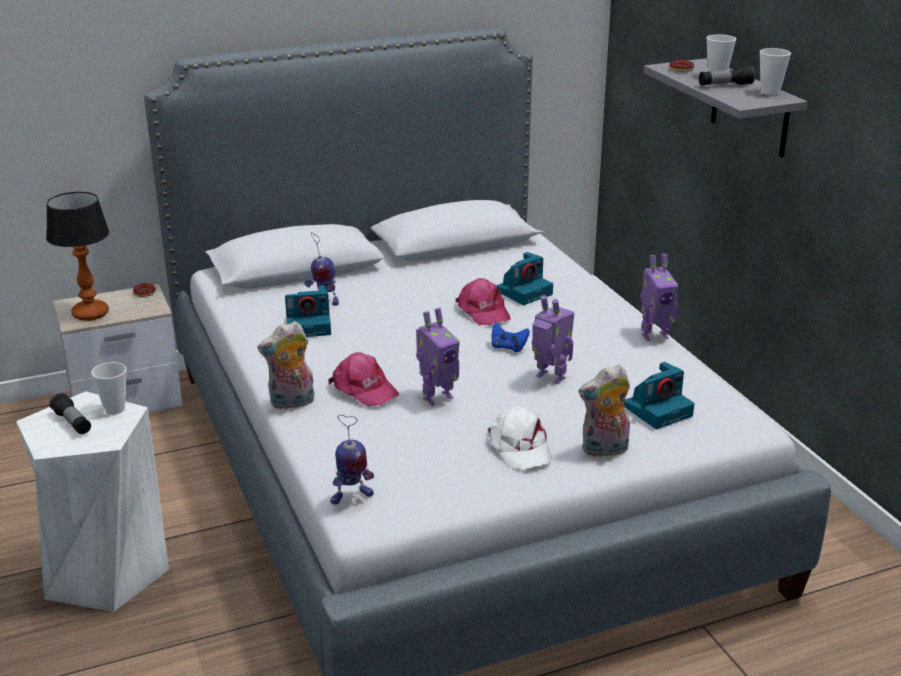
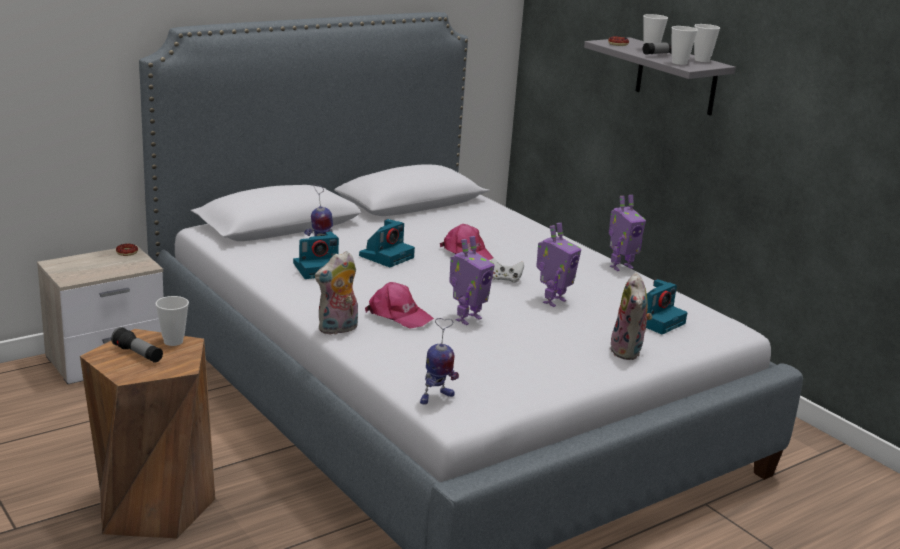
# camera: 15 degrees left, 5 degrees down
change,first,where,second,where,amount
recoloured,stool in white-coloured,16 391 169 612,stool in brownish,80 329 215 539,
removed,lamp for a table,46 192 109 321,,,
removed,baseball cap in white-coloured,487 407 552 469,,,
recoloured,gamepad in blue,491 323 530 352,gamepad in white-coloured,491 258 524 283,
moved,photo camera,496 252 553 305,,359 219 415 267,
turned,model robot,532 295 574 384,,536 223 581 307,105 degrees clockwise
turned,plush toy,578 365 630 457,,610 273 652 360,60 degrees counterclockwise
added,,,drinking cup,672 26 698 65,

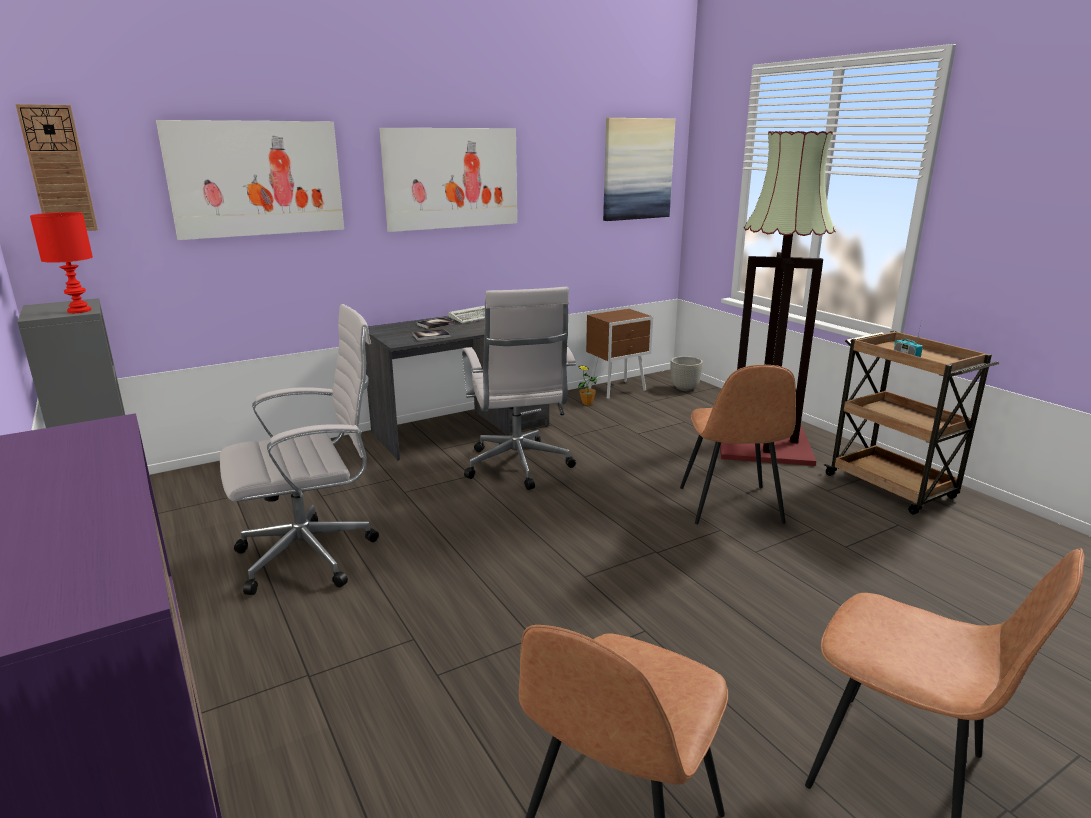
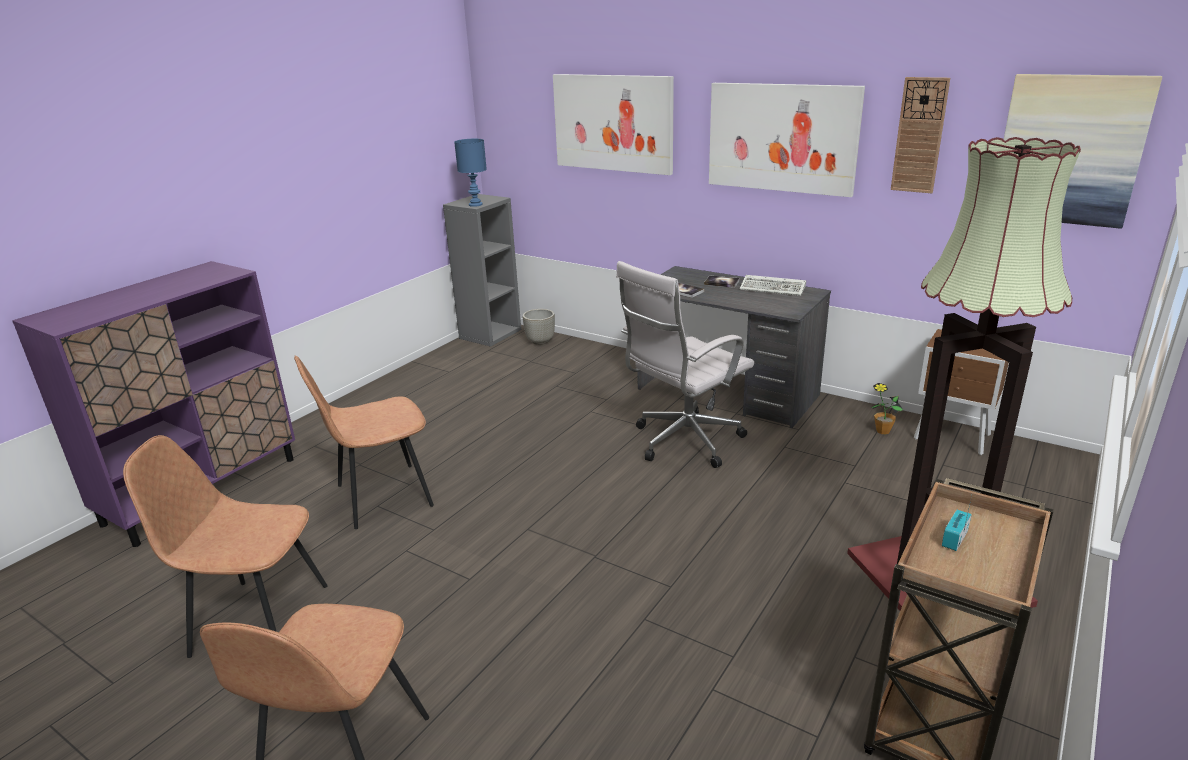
# camera: 65 degrees right, 5 degrees up
change,first,where,second,where,amount
moved,clock on the wall,15 104 98 231,,891 77 950 193,
recoloured,lamp for a table in red-coloured,30 212 93 313,lamp for a table in blue,454 139 487 207,
removed,computer chair in white-coloured,220 304 379 595,,,
moved,plant pot in gray,670 356 703 391,,523 309 555 345,
moved,upright chair in brownish,680 365 796 524,,294 355 434 529,

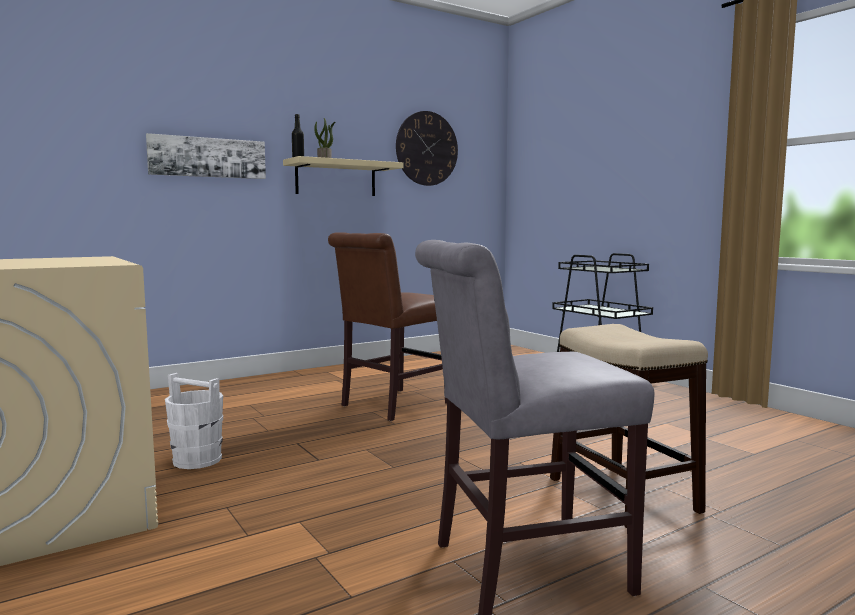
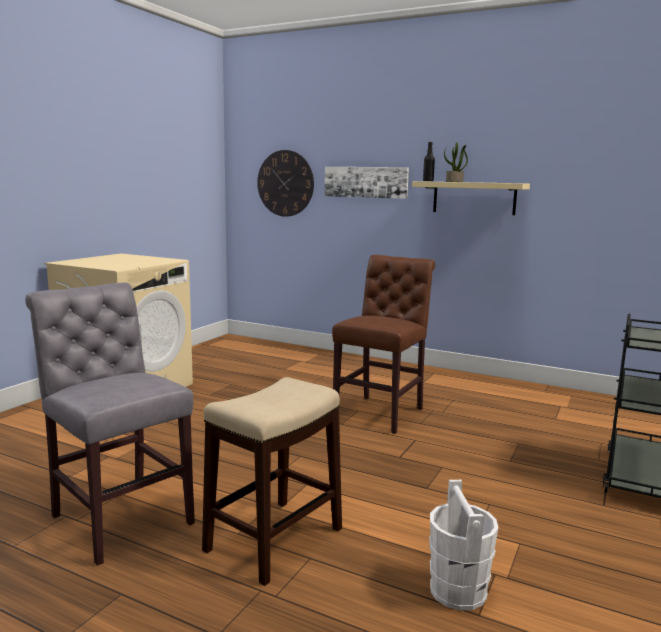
# camera: 60 degrees right, 5 degrees up
change,first,where,second,where,amount
moved,pail in white-coloured,165 373 223 469,,429 480 498 611,
turned,upright chair in brownish,328 232 447 421,,332 255 435 434,105 degrees clockwise
moved,clock on the wall,396 111 458 186,,257 150 314 217,

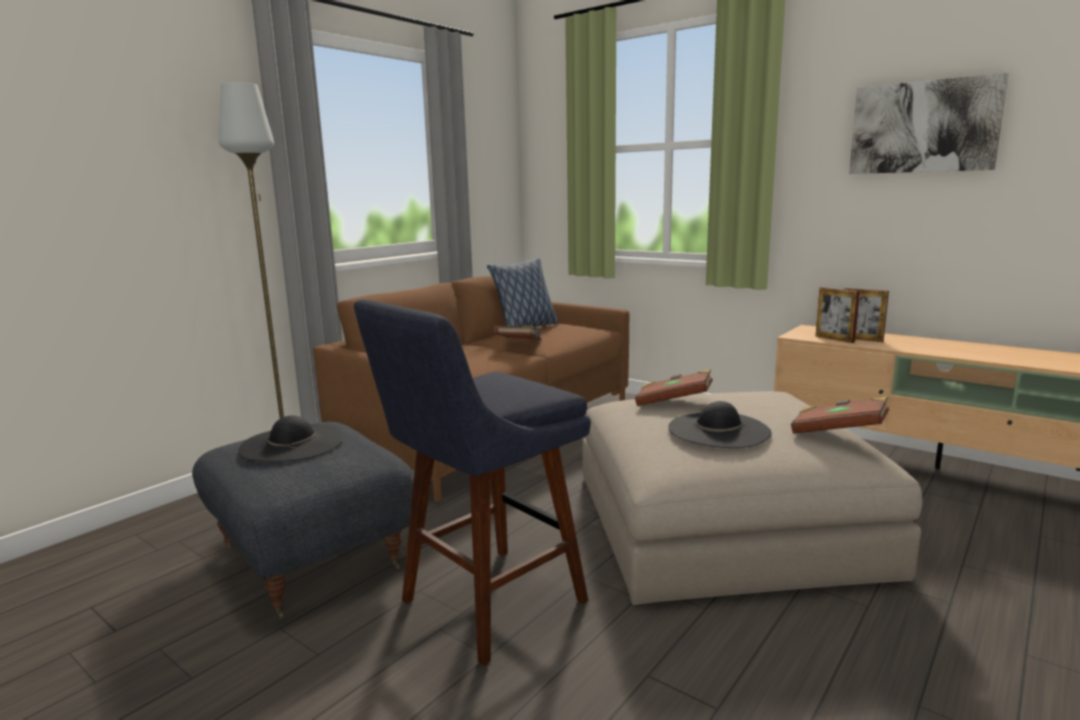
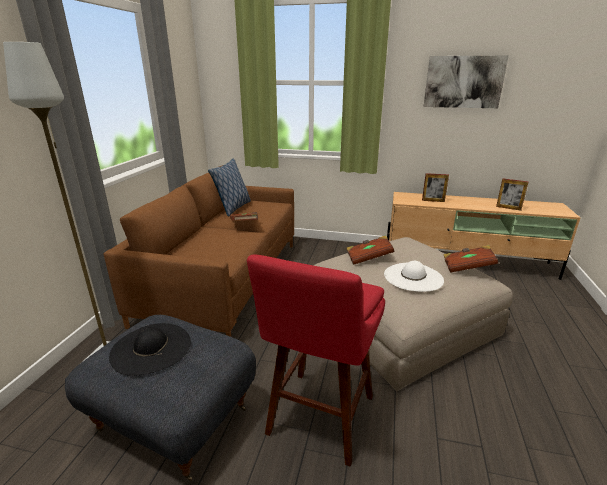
# camera: 25 degrees left, 10 degrees up
change,first,where,second,where,amount
recoloured,stool in blue,354 299 591 666,stool in red-coloured,247 255 385 467,
recoloured,hat in black-coloured,668 401 772 448,hat in white-coloured,384 261 444 292,
moved,standing frame,816 287 860 343,,496 179 528 211,

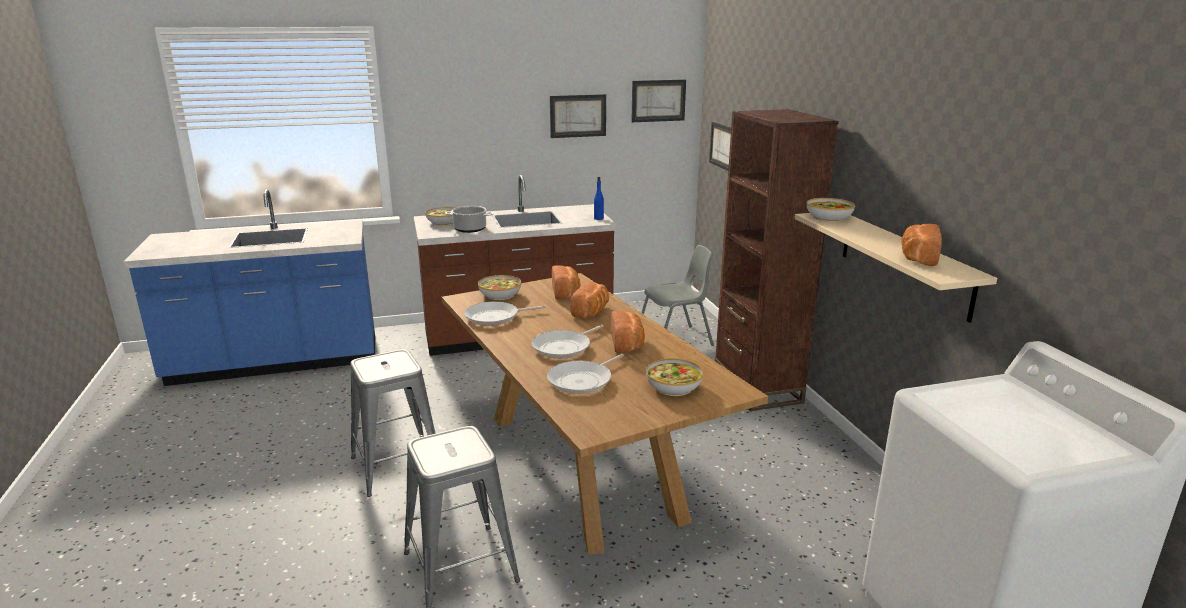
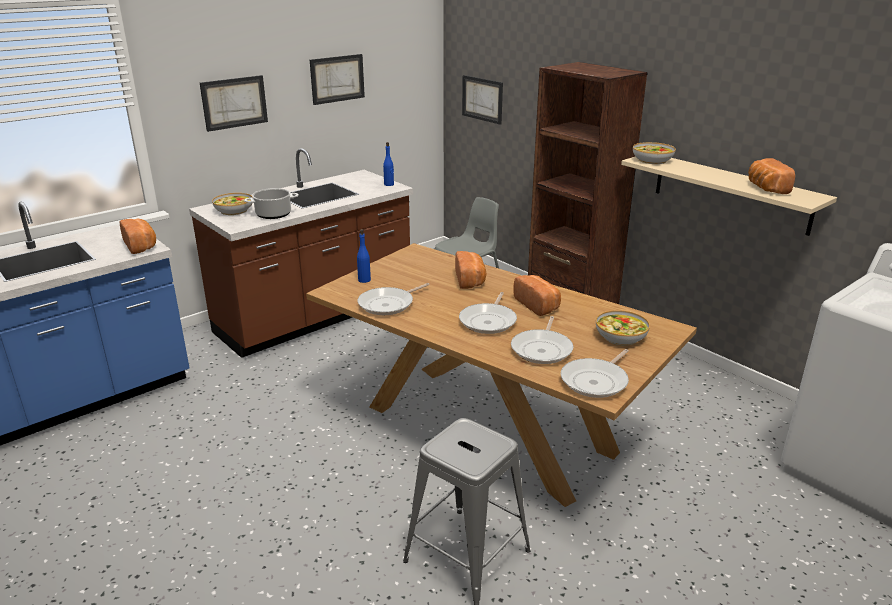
# camera: 25 degrees left, 5 degrees up
change,first,where,second,where,amount
removed,stool in gray,350 349 436 497,,,
replaced,serving bowl,478 275 521 300,beverage bottle in blue,357 229 371 283,
moved,bakery bread,552 265 581 299,,120 218 156 254,
moved,picture,632 80 686 122,,200 75 268 132,
added,,,pan,561 349 629 398,

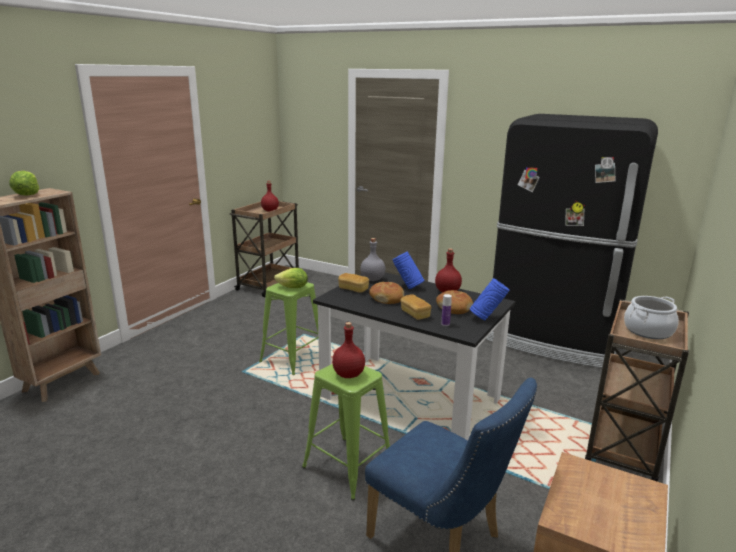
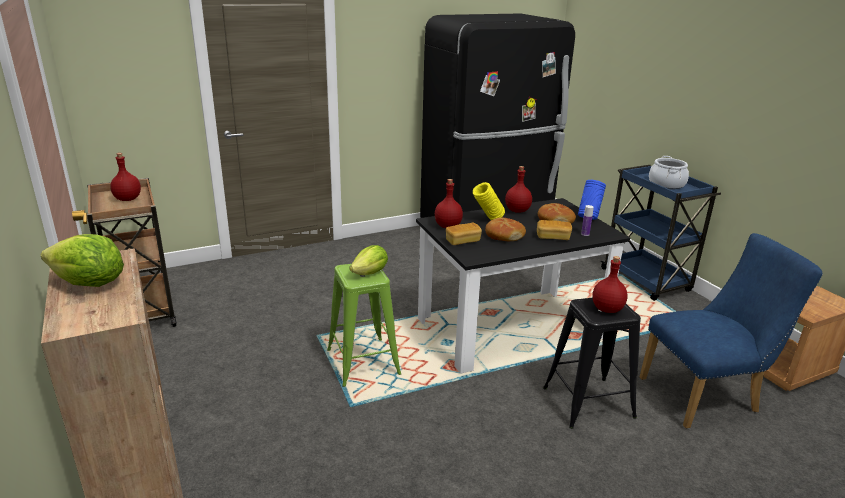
# camera: 55 degrees left, 5 degrees up
change,first,where,second,where,amount
recoloured,stool in greenish,302 364 390 500,stool in black-coloured,543 298 641 429,
recoloured,beverage bottle in gray,360 238 385 281,beverage bottle in red-coloured,435 179 463 228,
recoloured,decorative vase in blue,392 251 424 289,decorative vase in yellowish,473 182 505 220,
recoloured,cart in brownish,585 299 689 482,cart in blue,600 165 721 301,

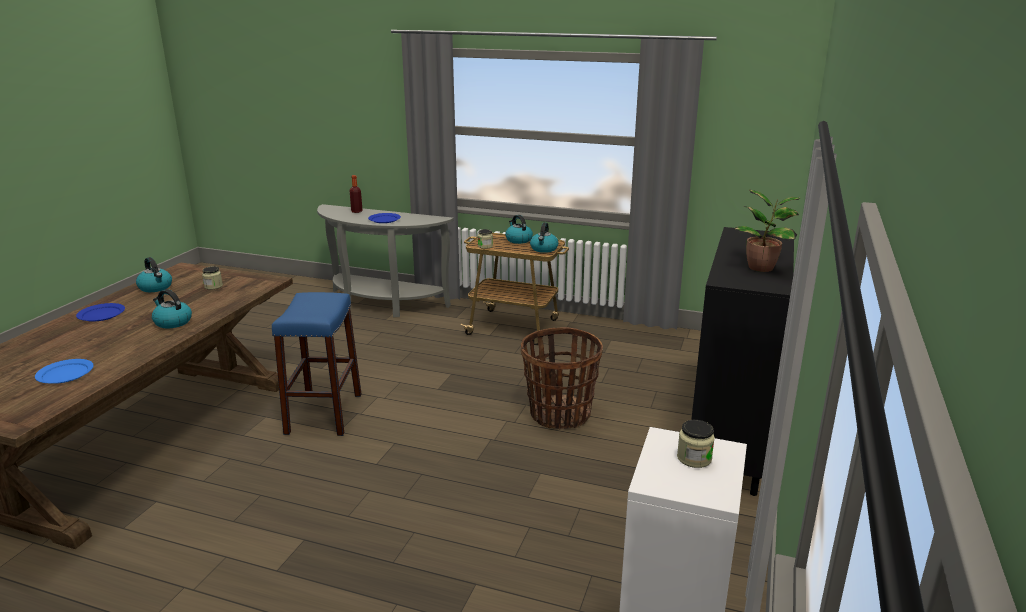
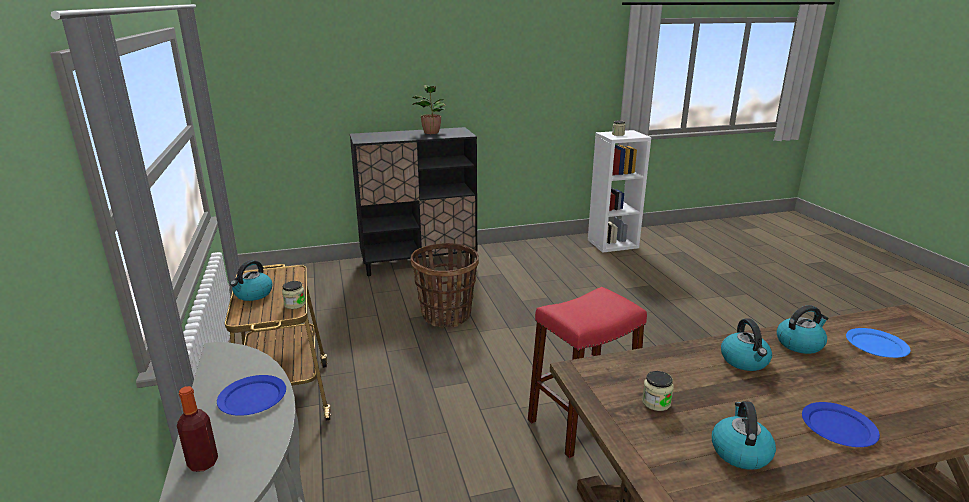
# camera: 125 degrees left, 0 degrees up
change,first,where,second,where,amount
recoloured,stool in blue,272 292 362 436,stool in red-coloured,528 287 647 458,
moved,kettle,530 223 558 253,,777 305 829 354,

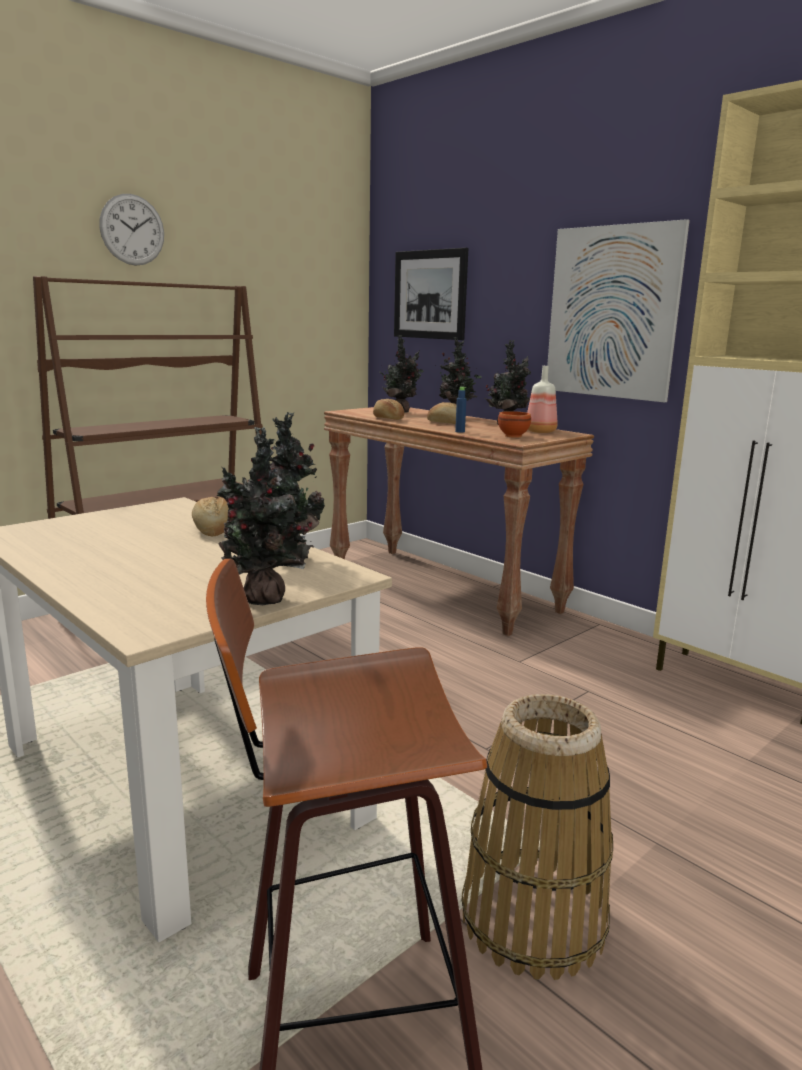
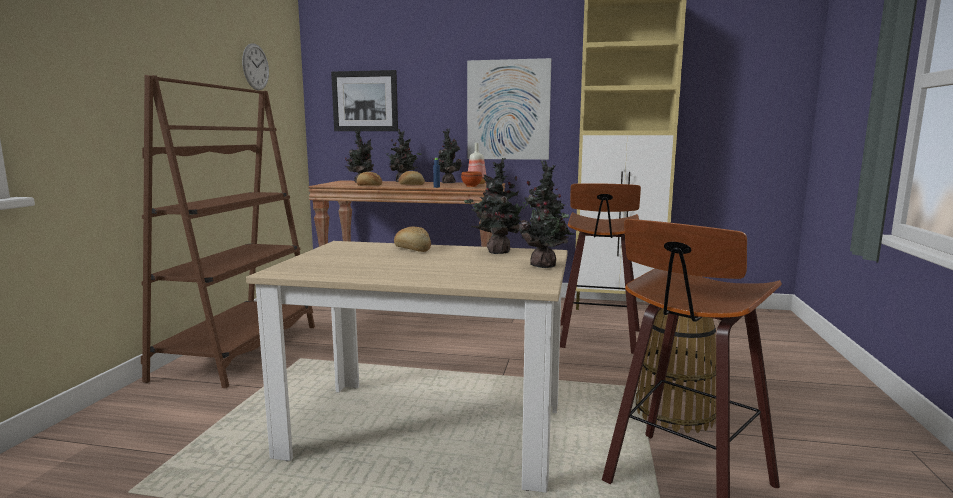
# camera: 35 degrees left, 5 degrees down
change,first,where,second,where,amount
moved,clock on the wall,99 194 164 266,,242 43 269 90,
added,,,stool,560 183 641 354,

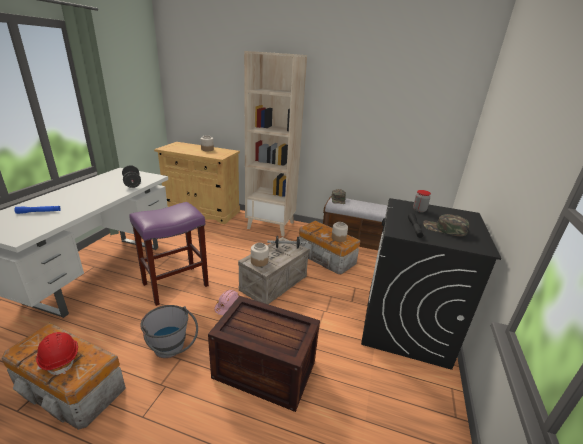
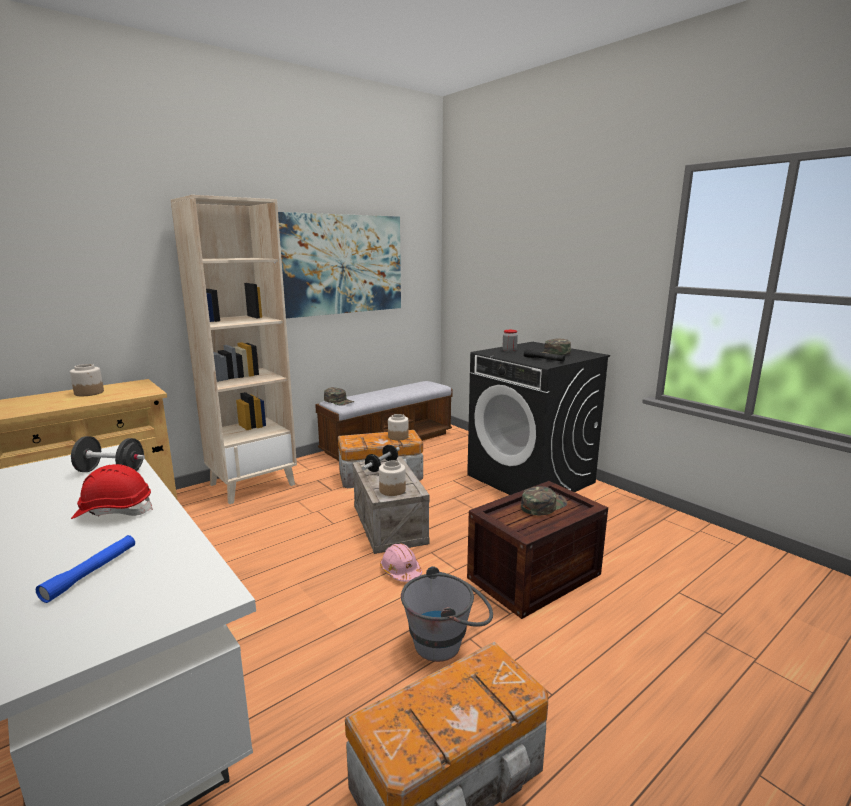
# camera: 55 degrees left, 10 degrees down
change,first,where,second,where,amount
moved,work helmet in red-coloured,36 332 78 375,,71 464 153 519,
removed,stool in purple,130 202 209 306,,,
added,,,picture,278 212 401 318,
added,,,baseball cap in greenish,521 486 567 515,

